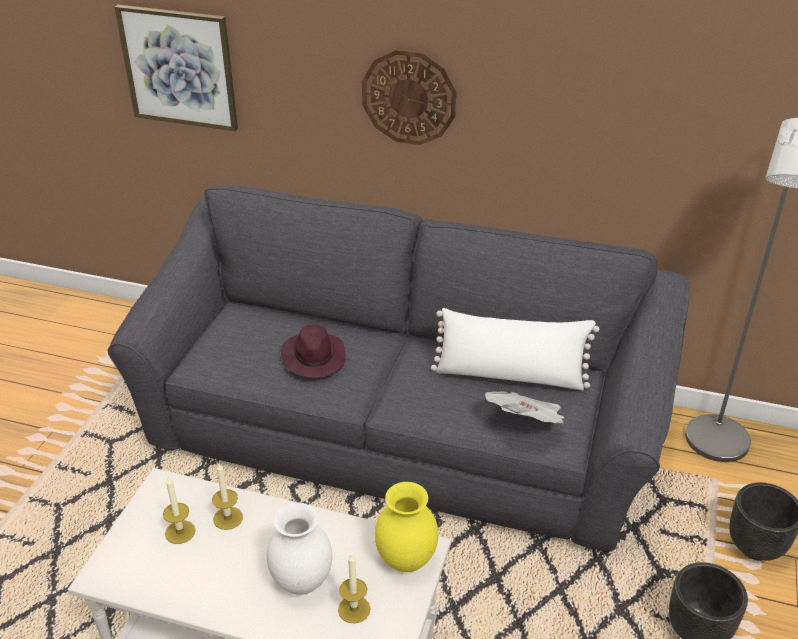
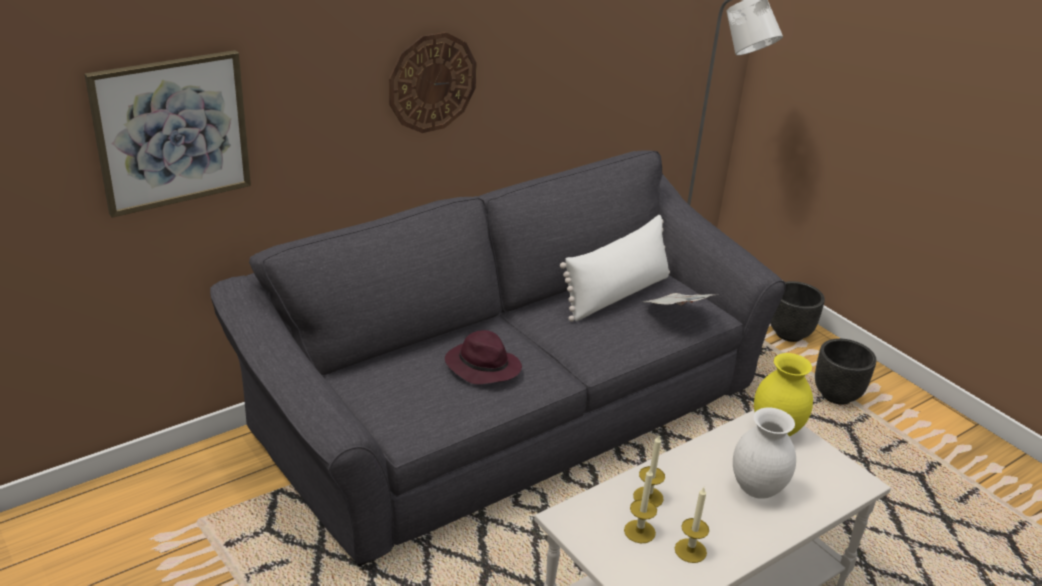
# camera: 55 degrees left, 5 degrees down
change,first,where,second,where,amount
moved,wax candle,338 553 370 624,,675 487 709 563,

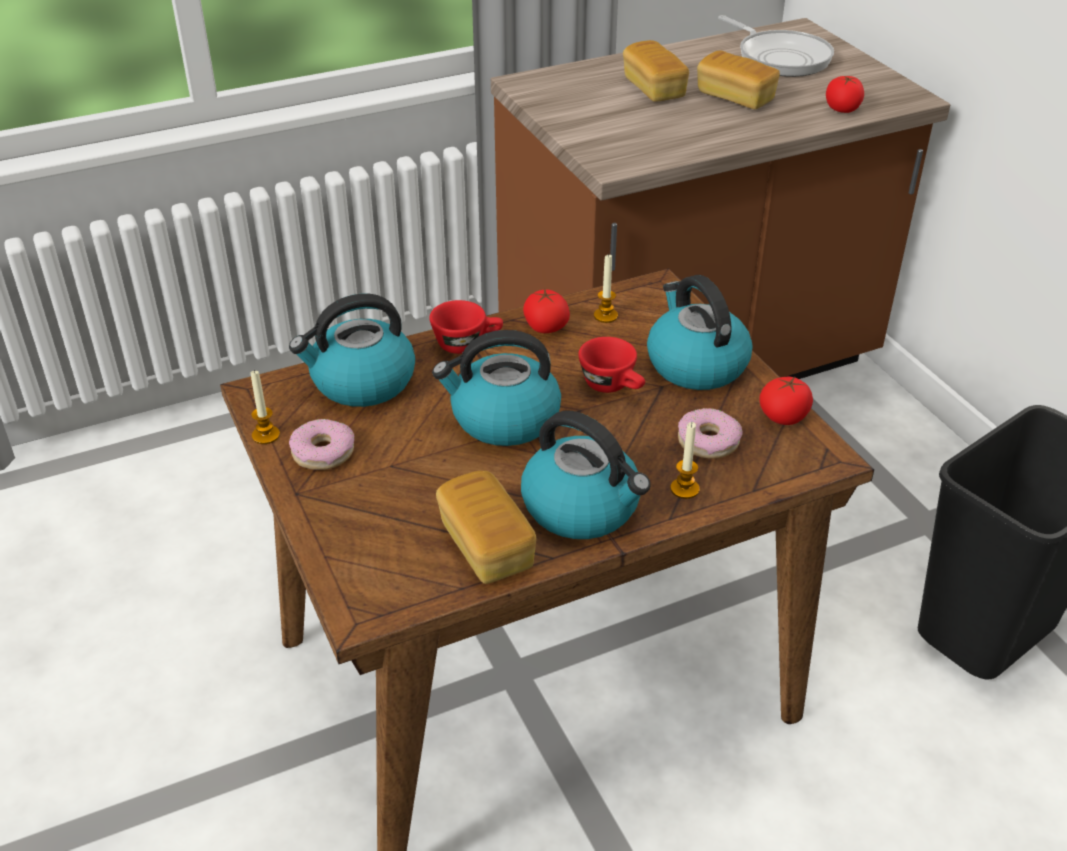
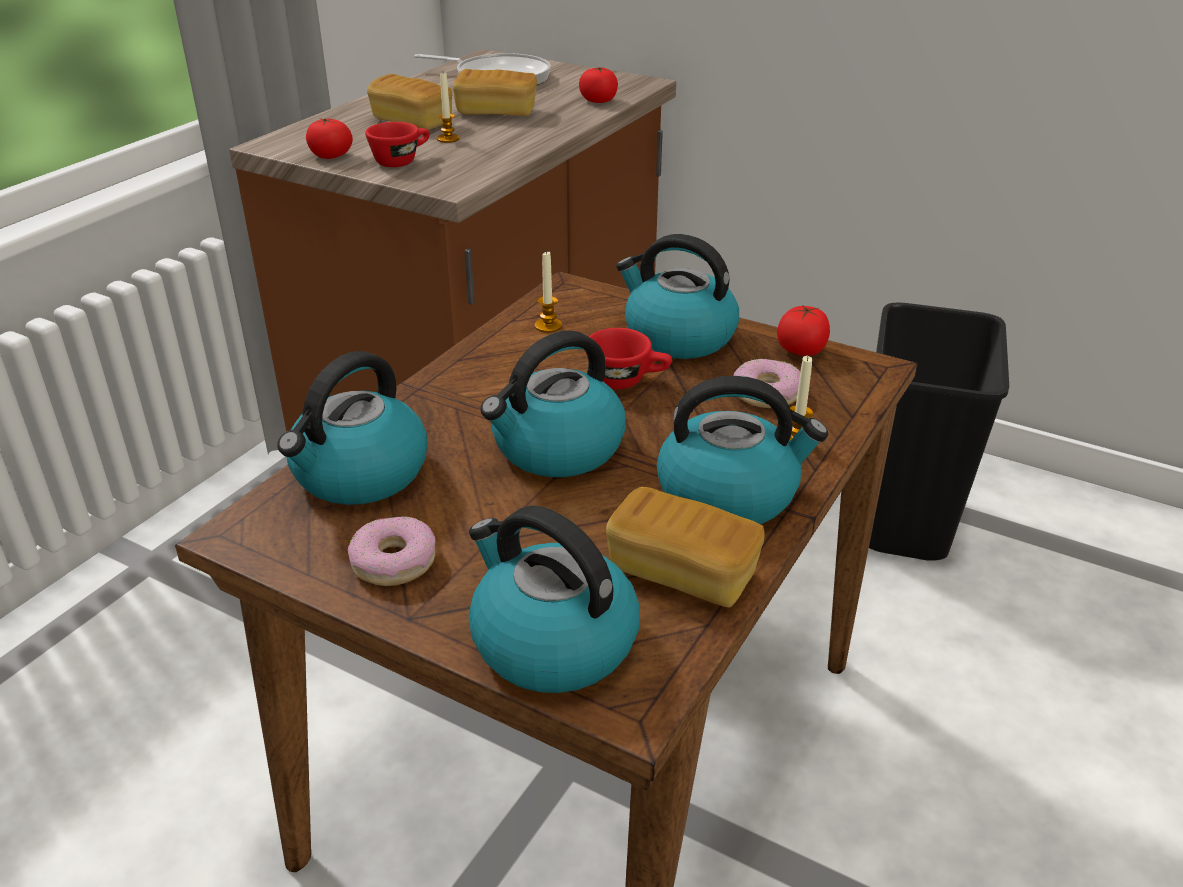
# camera: 35 degrees left, 5 degrees down
change,first,where,second,where,amount
moved,wax candle,251 370 280 444,,437 73 459 143,
moved,drinking cup in red-coloured,429 300 503 354,,365 122 430 167,
moved,fresh tomato,523 289 570 333,,306 118 353 159,
added,,,kettle,469 506 640 693,

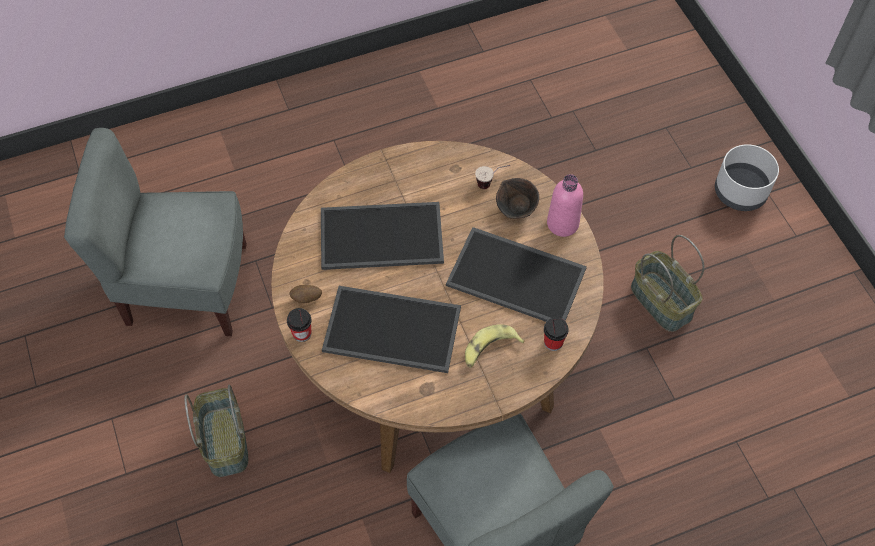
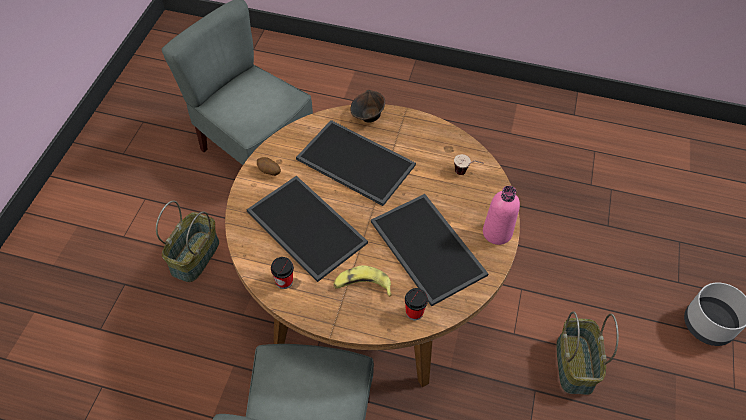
# camera: 35 degrees right, 5 degrees down
change,first,where,second,where,amount
moved,drinking cup,287 308 312 342,,271 257 294 289,
moved,serving bowl in brownish,496 178 539 219,,351 90 385 123,

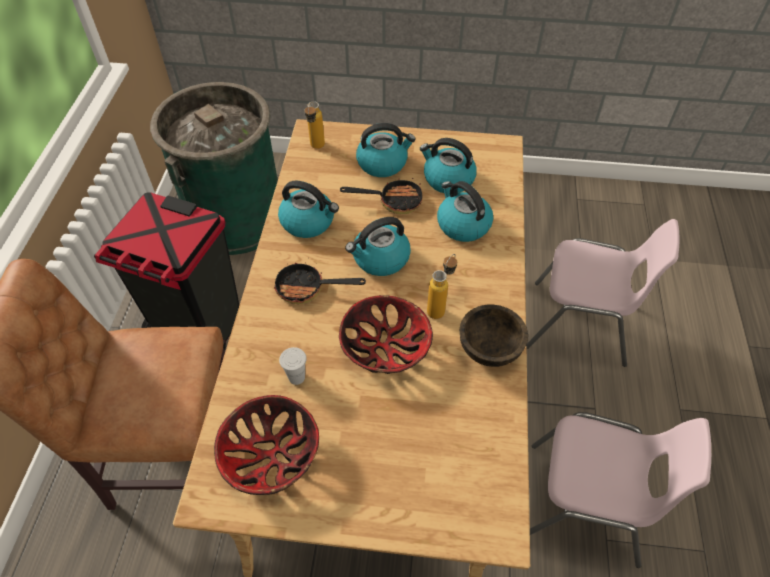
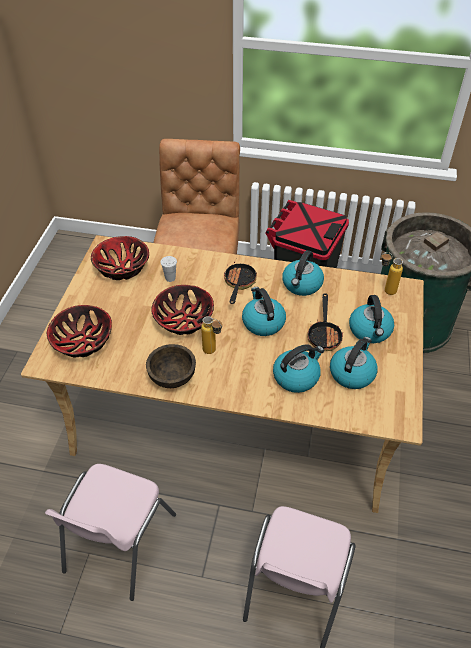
# camera: 95 degrees right, 5 degrees down
change,first,where,second,where,amount
added,,,serving bowl,47 305 112 358,

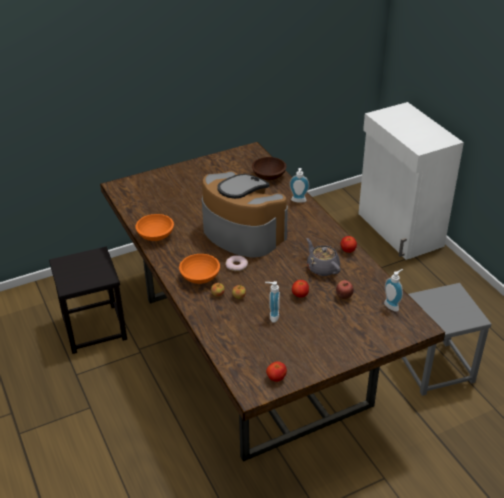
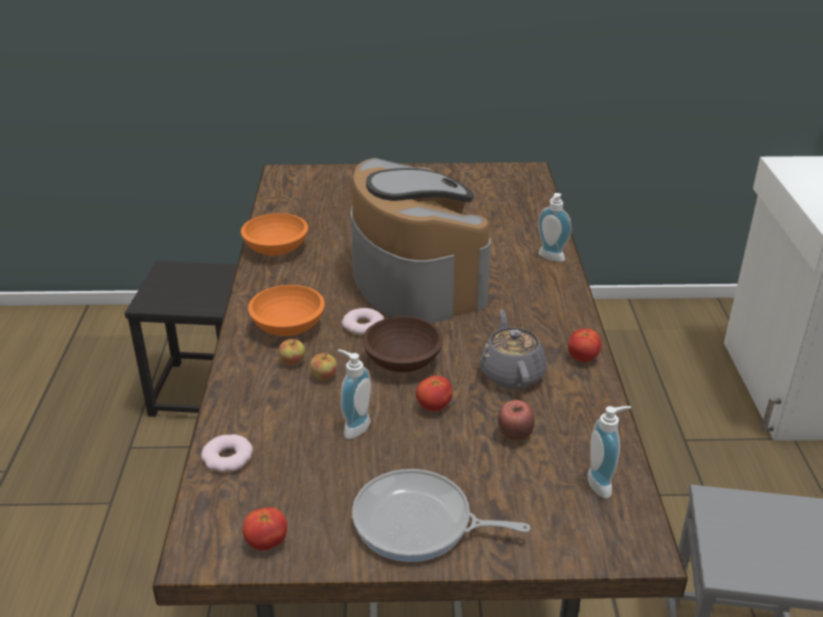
# camera: 25 degrees right, 5 degrees down
change,first,where,second,where,amount
moved,serving bowl in brownish,252 157 286 180,,362 316 443 372,
added,,,donut,201 434 253 473,
added,,,pan,352 469 530 562,

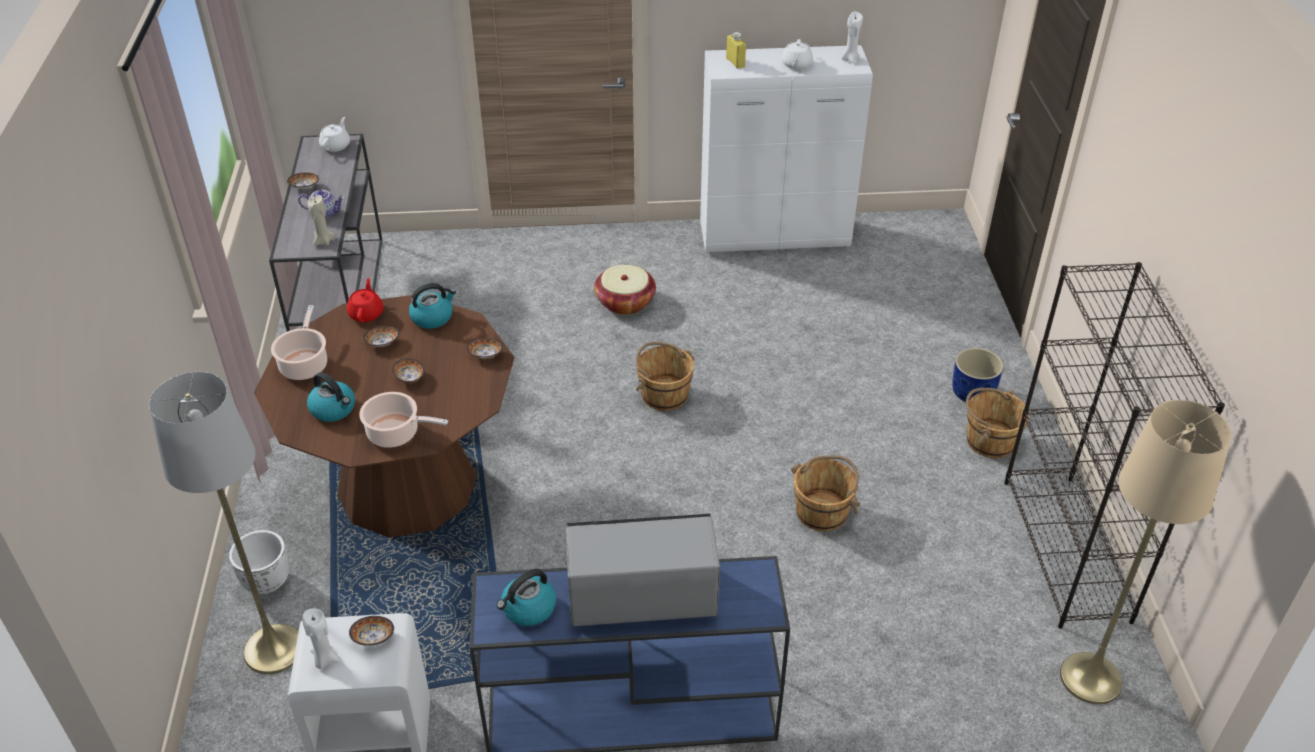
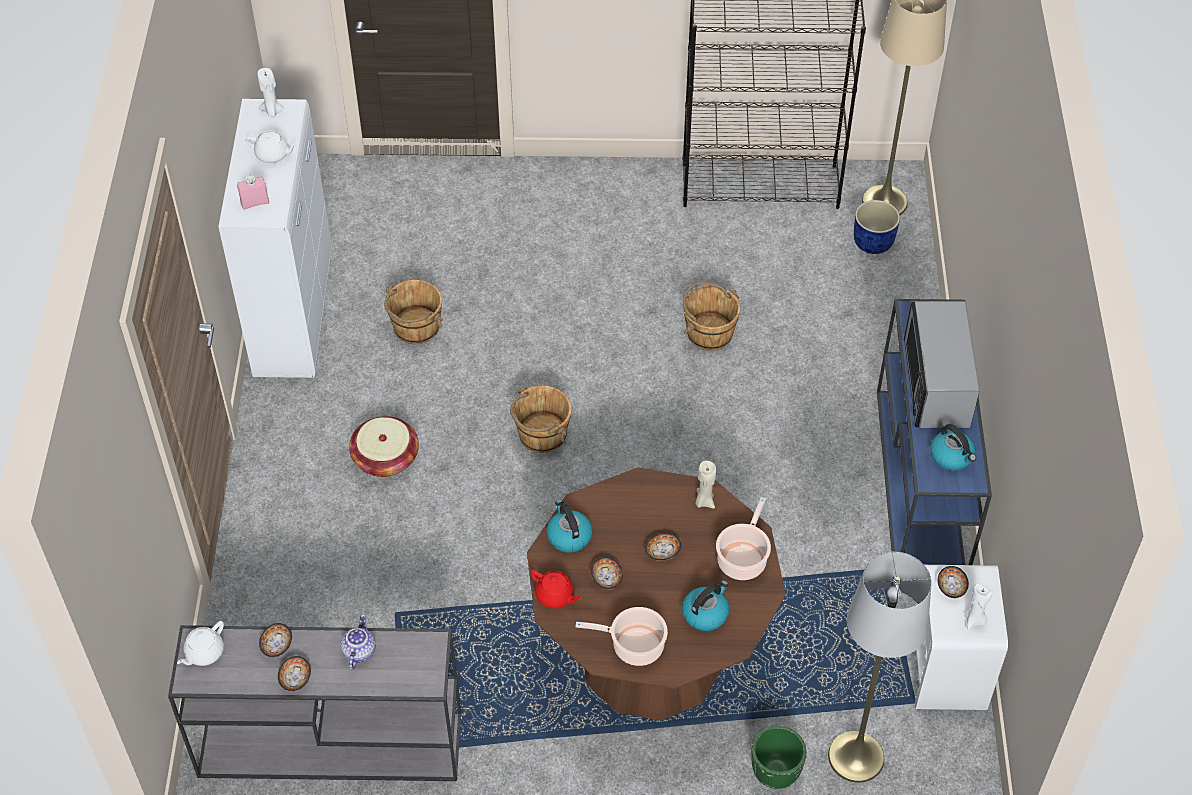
# camera: 85 degrees left, 10 degrees up
change,first,where,second,where,amount
recoloured,plant pot in white-coloured,229 530 289 594,plant pot in greenish,751 726 807 789,
moved,wax candle in sand-coloured,308 195 335 246,,695 460 716 508,
turned,pot for tea in white-coloured,319 117 350 152,,177 621 224 666,75 degrees counterclockwise
turned,pot for tea in red-coloured,347 278 383 322,,530 570 582 609,150 degrees counterclockwise
moved,serving bowl,466 338 503 358,,259 623 292 657,
recoloured,beverage bottle in yellowish,726 32 746 69,beverage bottle in pink-coloured,237 175 269 210,
moved,plant pot in blue,952 348 1004 402,,854 200 900 254,
moved,pail in brownish,966 388 1029 458,,384 280 443 344,

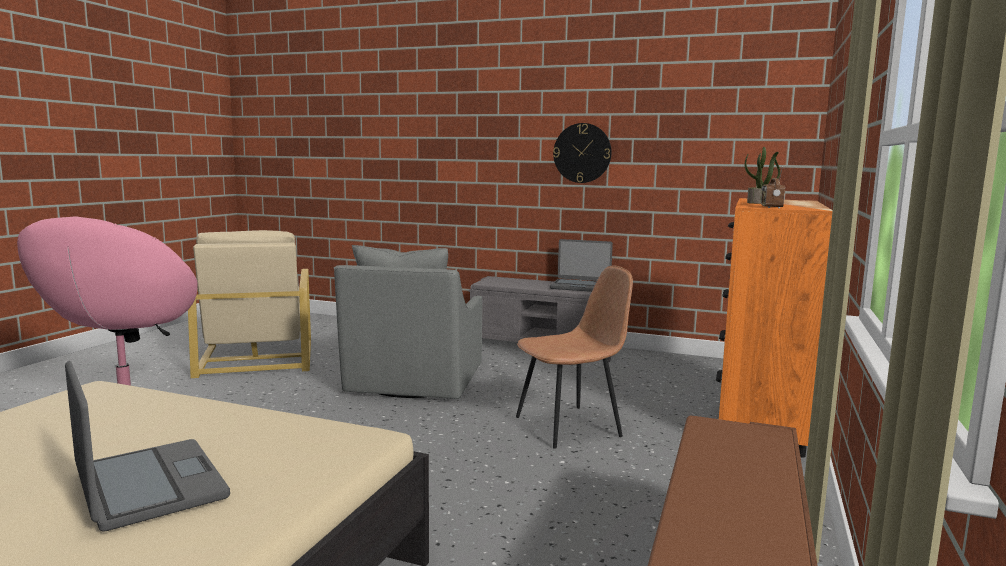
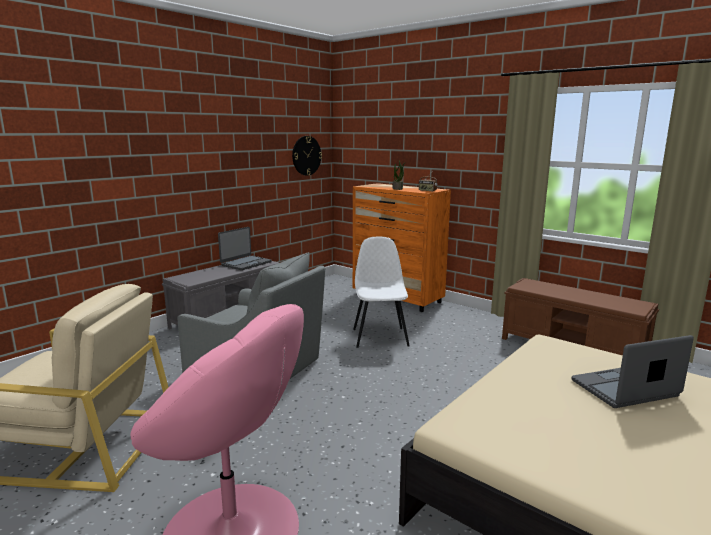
# camera: 70 degrees left, 5 degrees up
change,first,where,second,where,amount
recoloured,upright chair in brownish,516 265 633 449,upright chair in white-coloured,353 237 410 348,
moved,clock on the wall,553 123 611 183,,292 136 322 176,

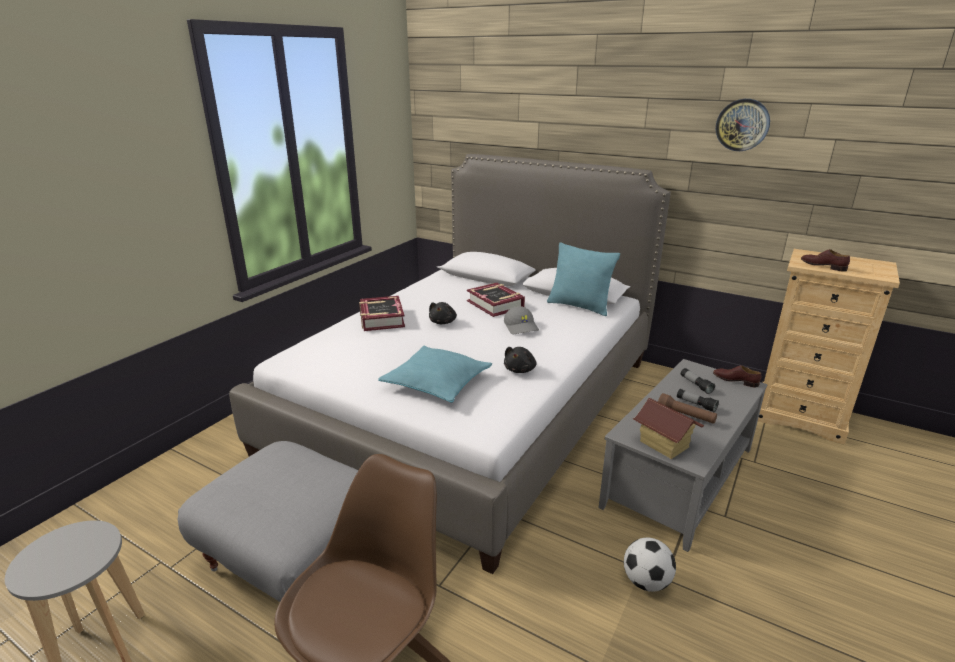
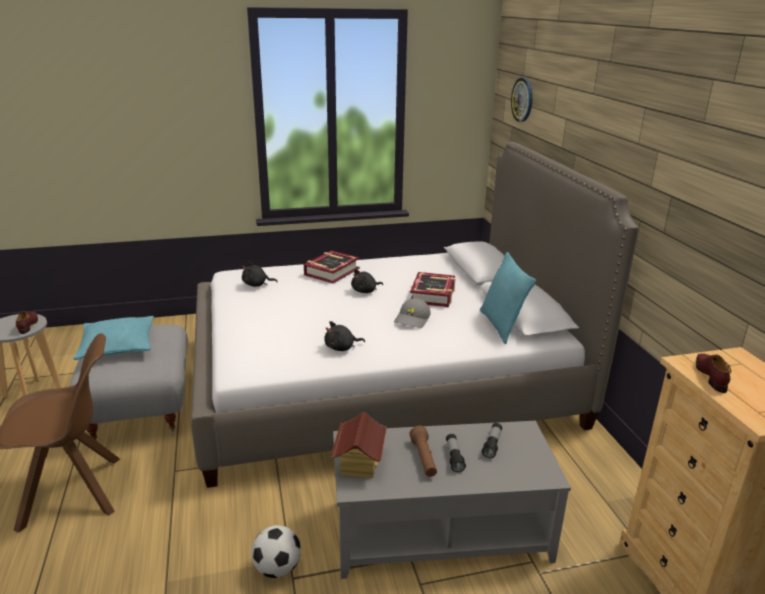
# camera: 45 degrees right, 0 degrees up
change,first,where,second,where,amount
moved,cushion in turquoise-coloured,378 346 492 403,,73 316 154 360,
moved,item of footwear in brownish,713 365 761 387,,16 311 38 334,
moved,clock on the wall,716 99 770 151,,511 78 533 122,
added,,,plush toy in black-coloured,242 261 277 287,

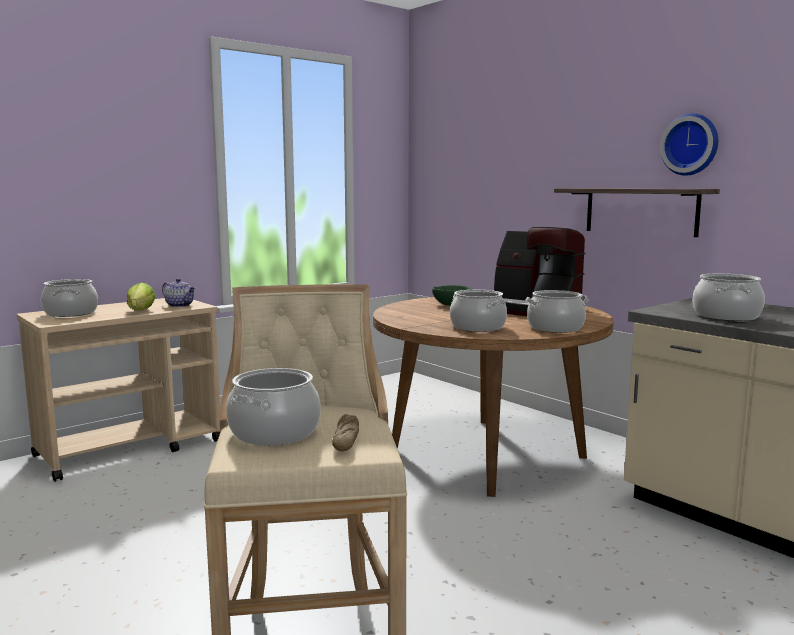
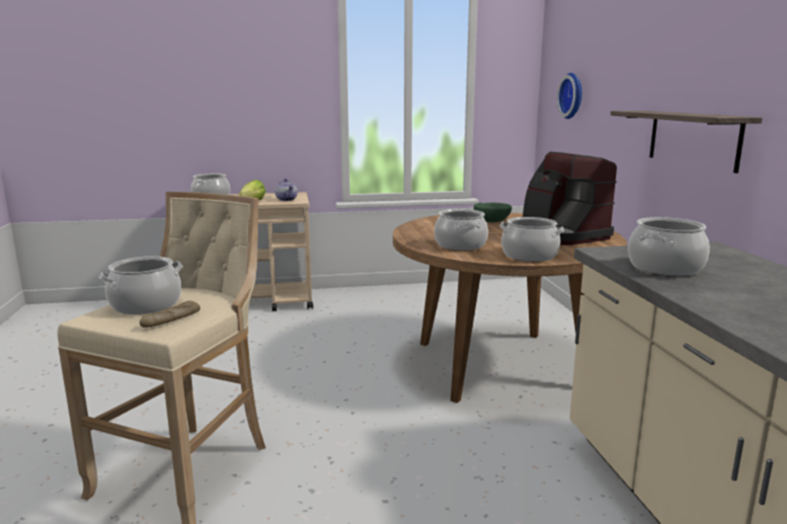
# camera: 30 degrees right, 5 degrees up
change,first,where,second,where,amount
moved,clock on the wall,660 113 718 176,,557 73 582 119,

